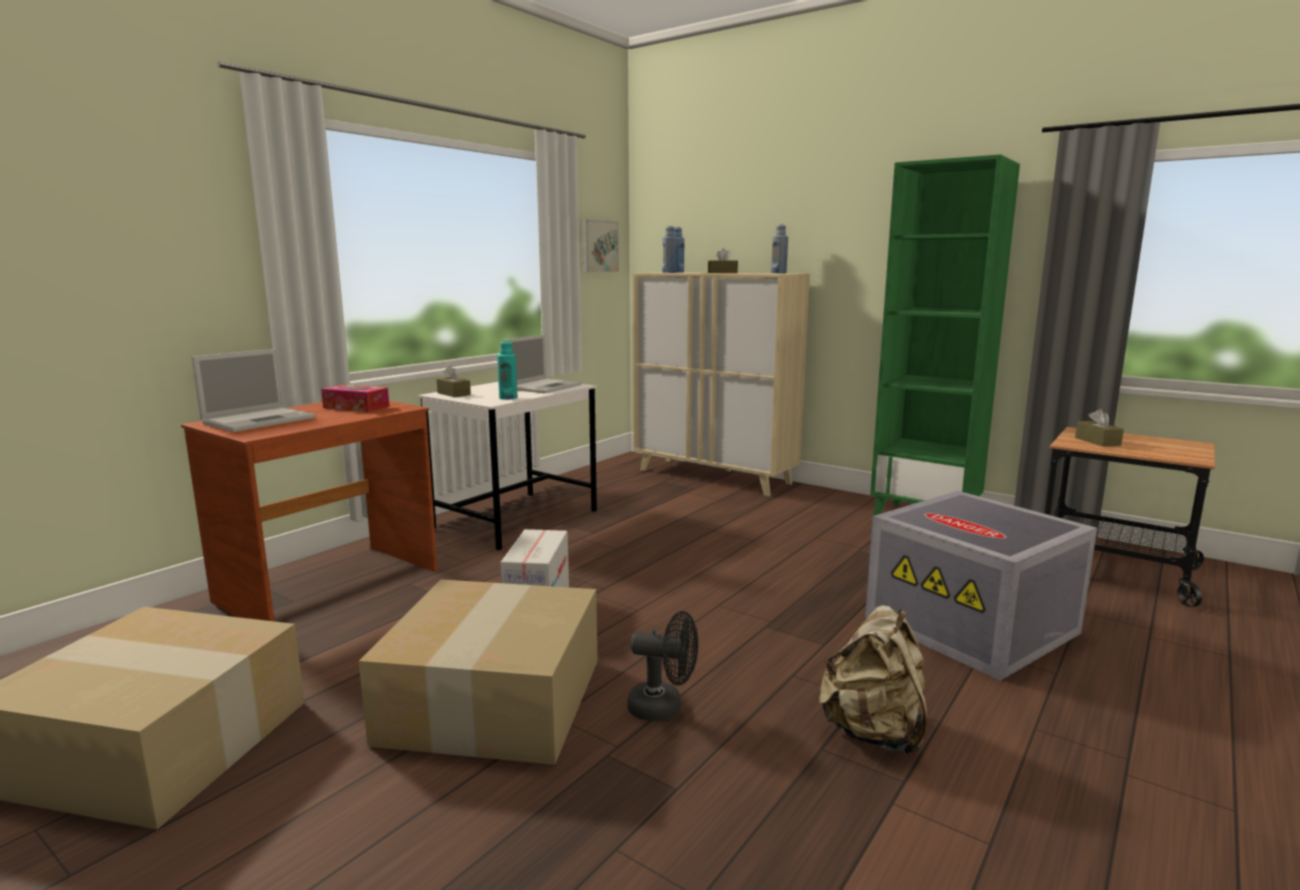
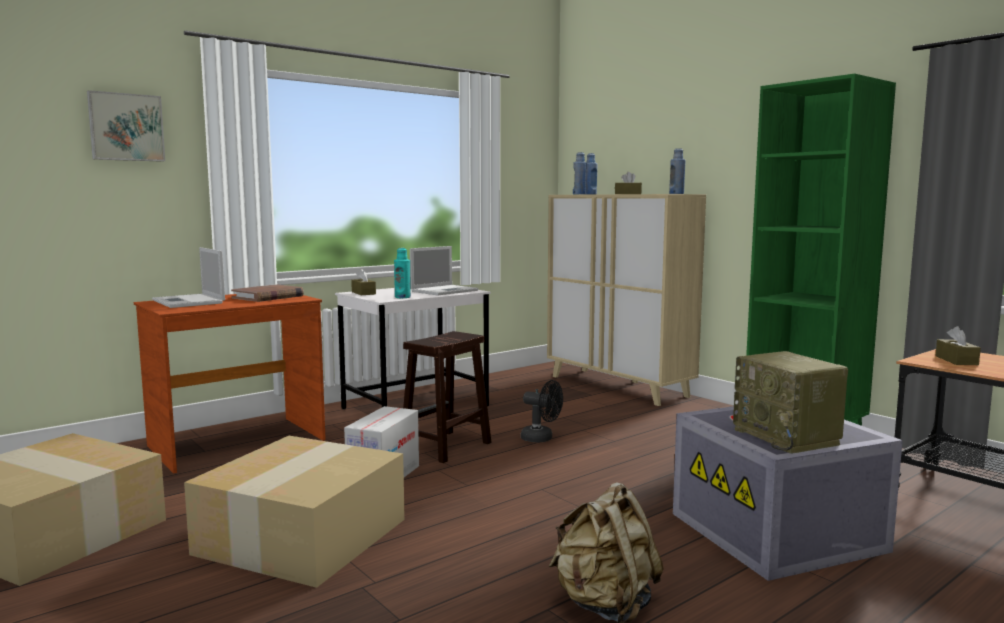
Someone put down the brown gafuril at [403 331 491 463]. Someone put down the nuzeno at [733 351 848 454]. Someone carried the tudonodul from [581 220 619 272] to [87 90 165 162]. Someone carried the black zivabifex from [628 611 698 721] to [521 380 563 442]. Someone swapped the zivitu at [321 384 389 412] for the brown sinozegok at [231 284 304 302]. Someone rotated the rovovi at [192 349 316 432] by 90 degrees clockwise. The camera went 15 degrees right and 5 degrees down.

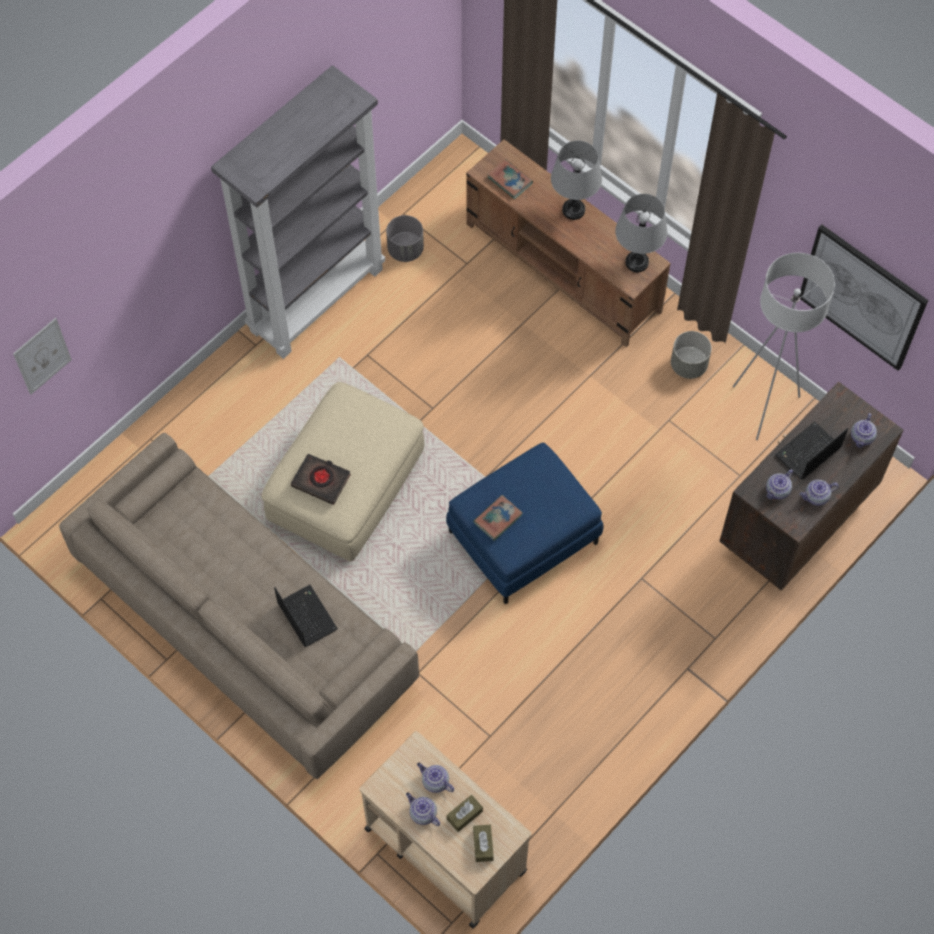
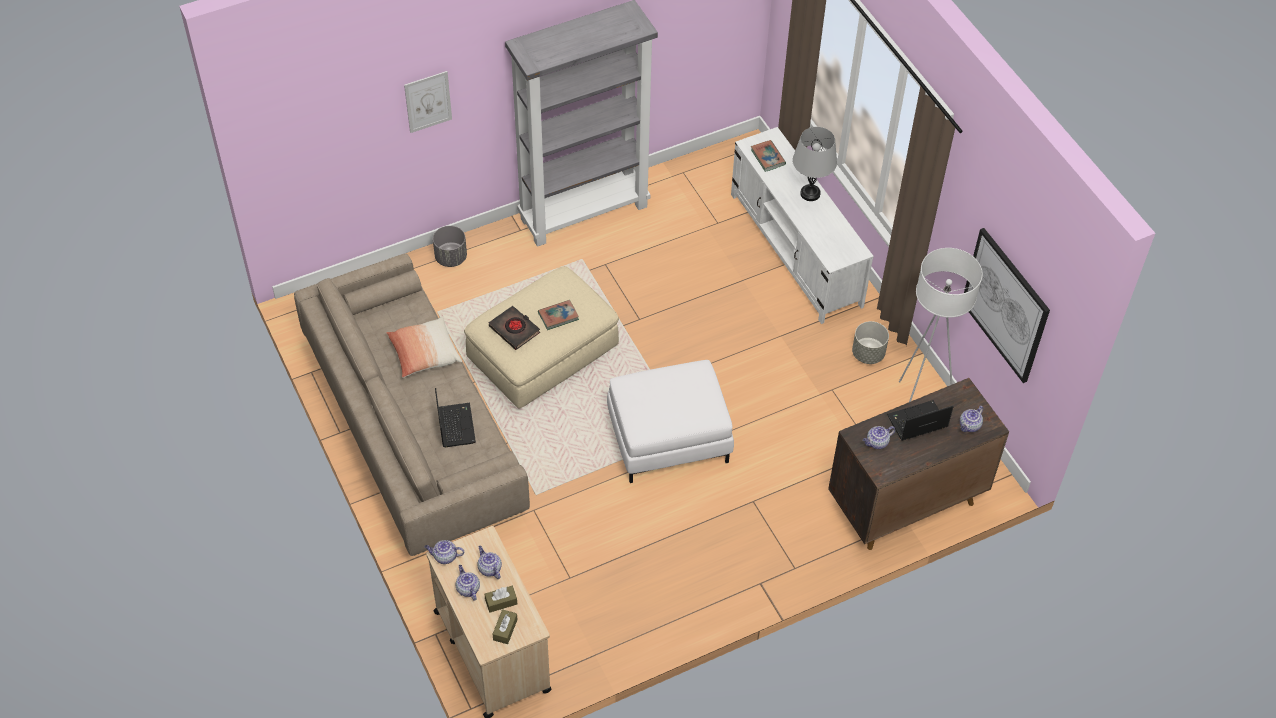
Someone took away the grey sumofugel at [615 194 668 272]. Someone put down the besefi at [386 317 462 378]. Someone carried the tudonodul from [13 318 72 395] to [404 71 452 133]. Someone carried the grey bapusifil from [386 215 424 262] to [433 226 467 267]. Someone carried the sinozegok from [473 495 523 541] to [538 300 579 330]. Someone carried the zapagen from [800 480 839 506] to [425 540 464 564]. Someone repainted the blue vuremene at [446 442 604 605], which became the white vuremene at [607 360 734 483]. Someone repainted the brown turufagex at [466 139 671 347], which became the white turufagex at [731 127 874 324]. The camera went 20 degrees right and 10 degrees down.

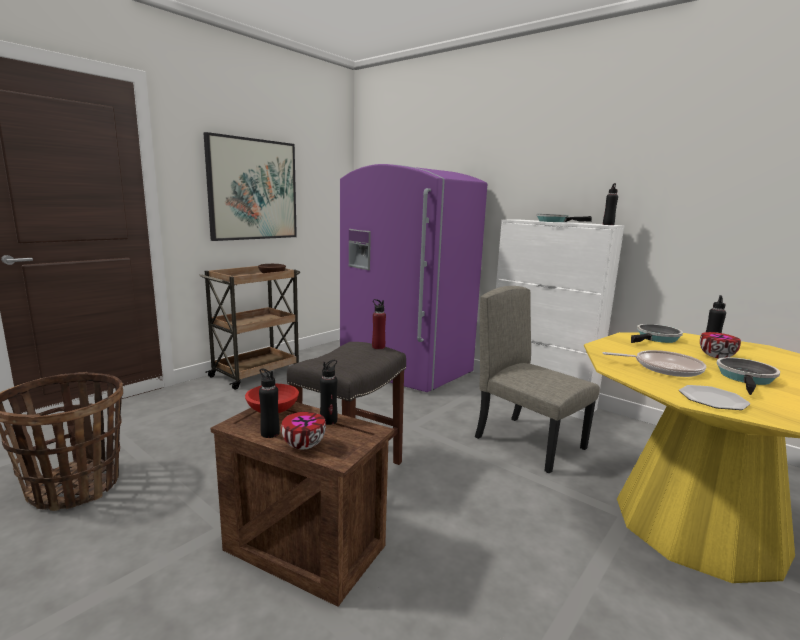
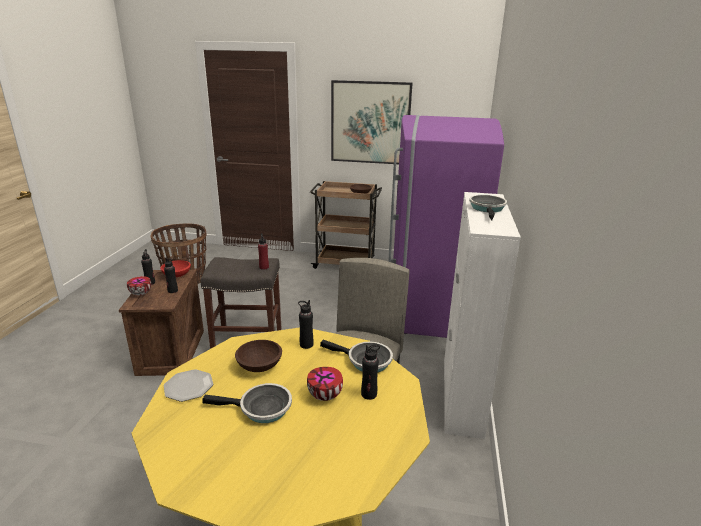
Someone carried the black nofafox from [603 183 618 225] to [298 300 314 349]. Someone swapped the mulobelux at [603 350 706 377] for the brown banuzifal at [235 340 282 372]. The camera went 60 degrees right and 10 degrees up.

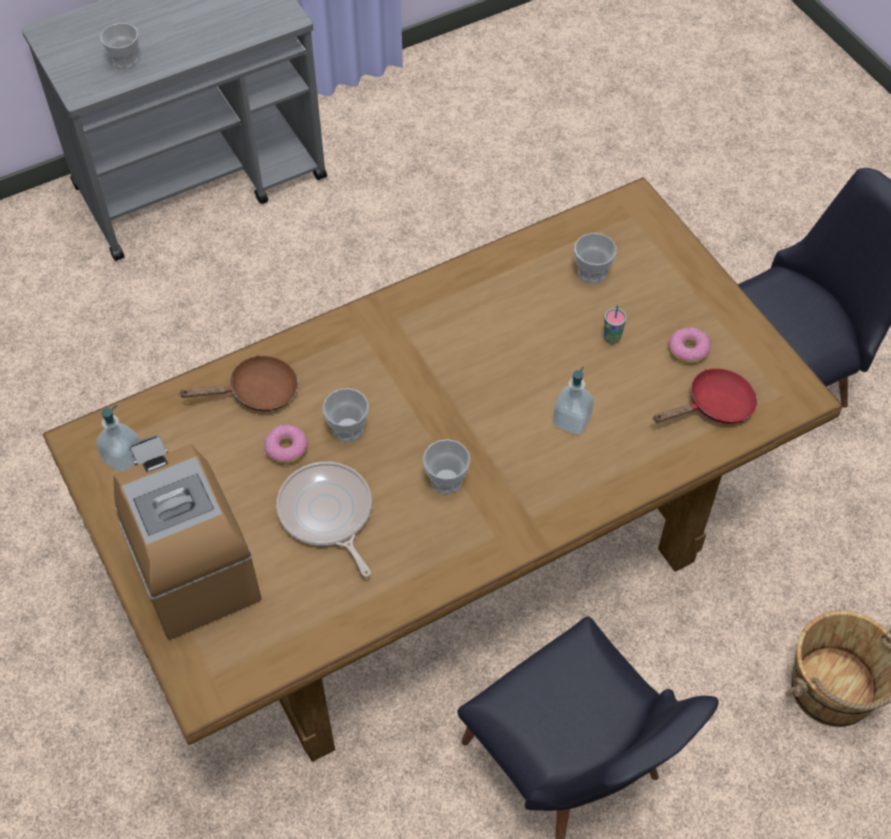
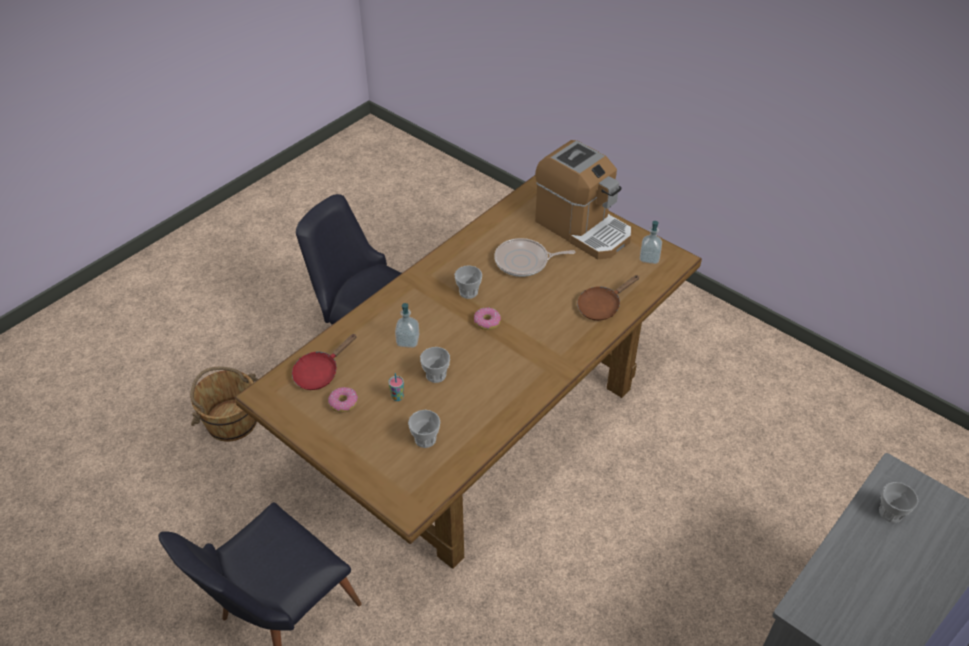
Someone carried the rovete from [264 424 308 465] to [474 307 501 330]. Someone carried the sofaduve from [323 388 369 442] to [420 347 450 383]. Someone rotated the mulobelux at [276 462 372 577] by 135 degrees clockwise. The camera went 160 degrees right and 10 degrees down.

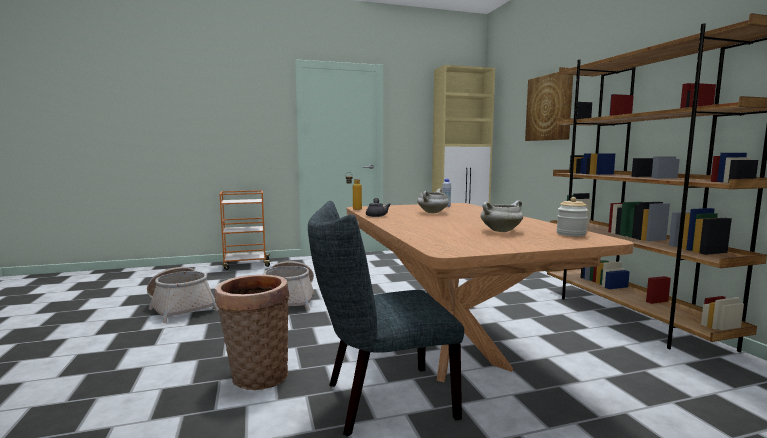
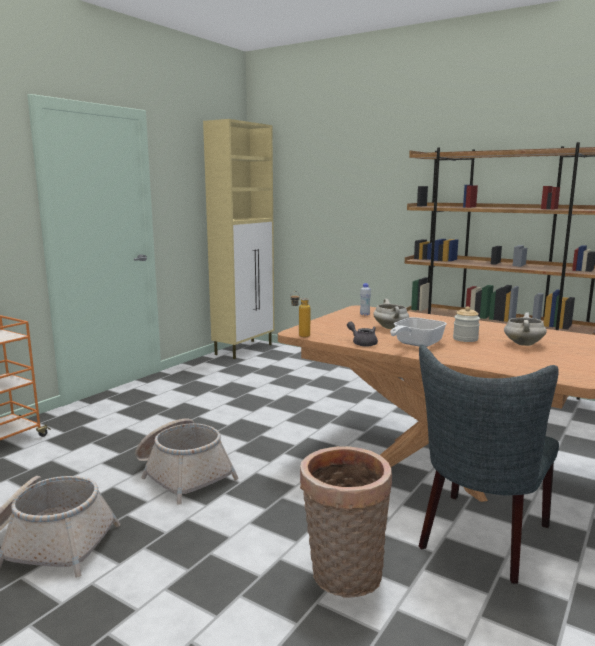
Someone took away the tudonodul at [525 72 573 141]. Someone put down the mulobelux at [390 317 447 347]. Someone carried the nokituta from [557 197 588 236] to [453 306 480 342]. The camera went 40 degrees left and 5 degrees up.

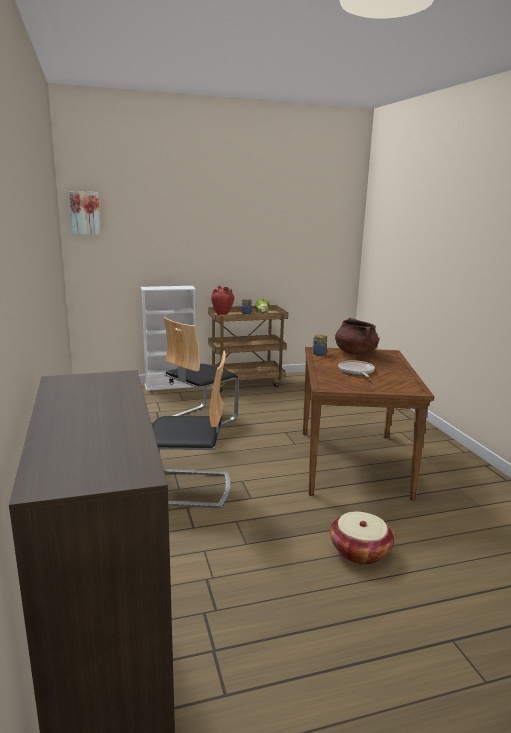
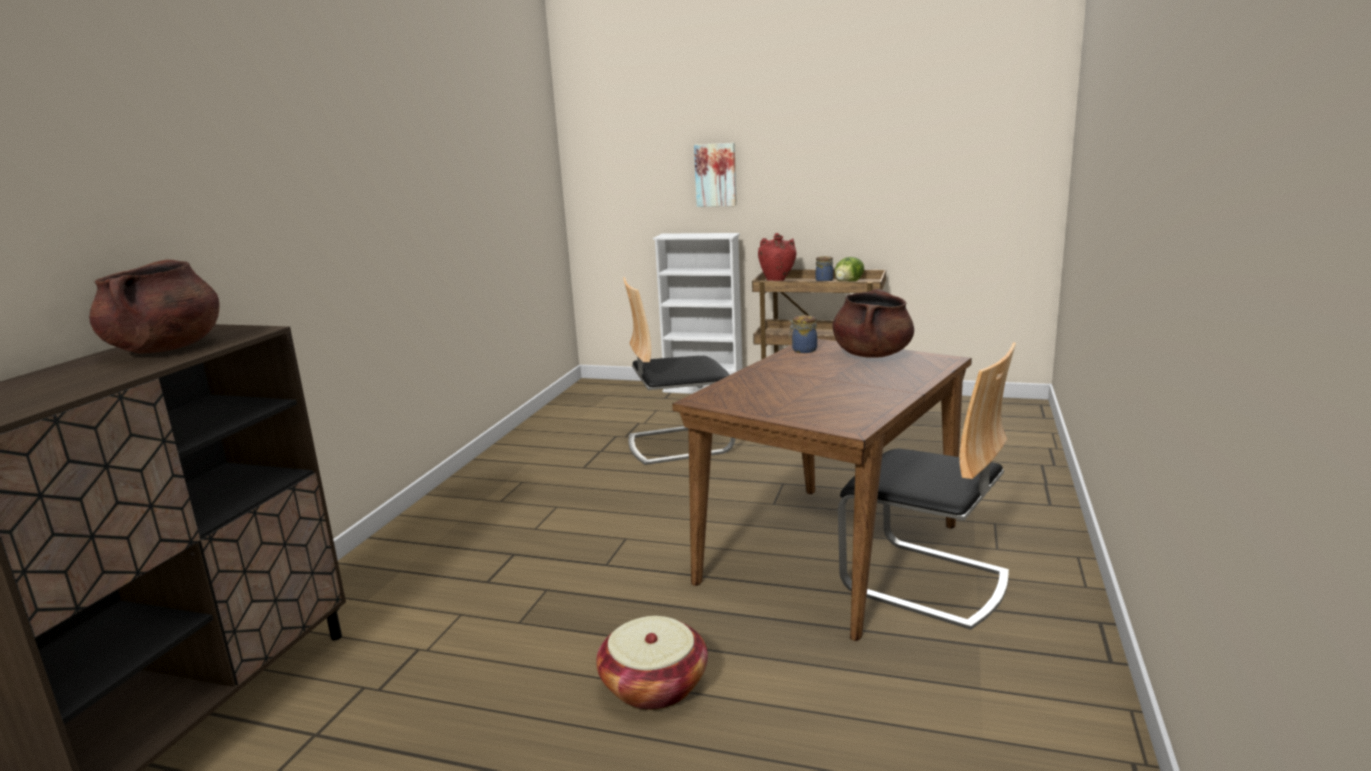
Someone took away the mulobelux at [339 360 375 377]. Someone put down the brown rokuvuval at [89 259 220 354]. Someone carried the tudonodul from [69 191 101 235] to [694 143 737 207]. Someone carried the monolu from [152 351 231 508] to [838 342 1016 630]. The camera went 35 degrees right and 0 degrees up.

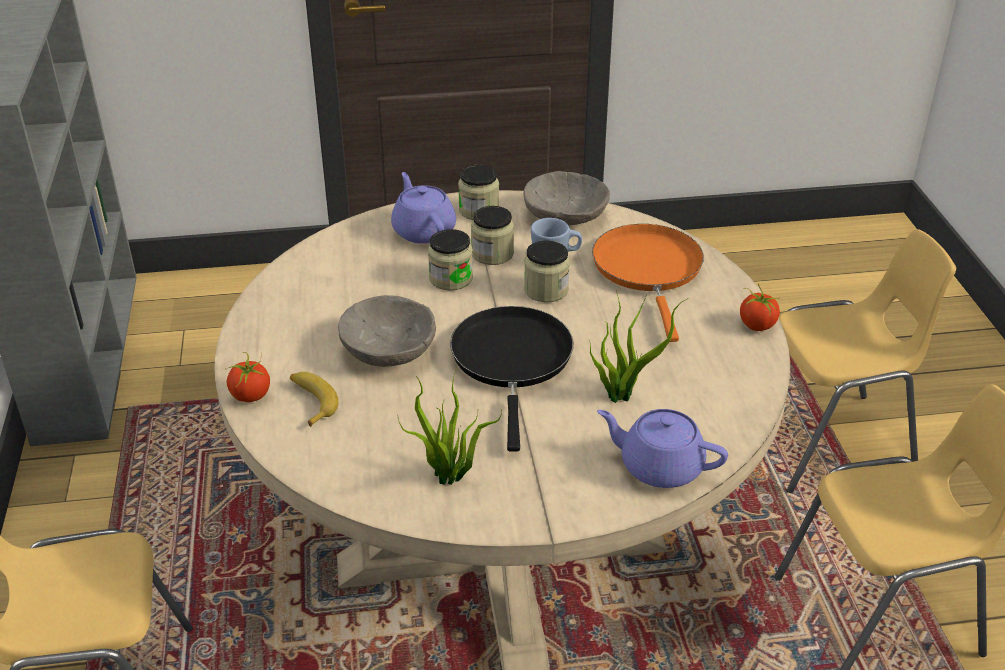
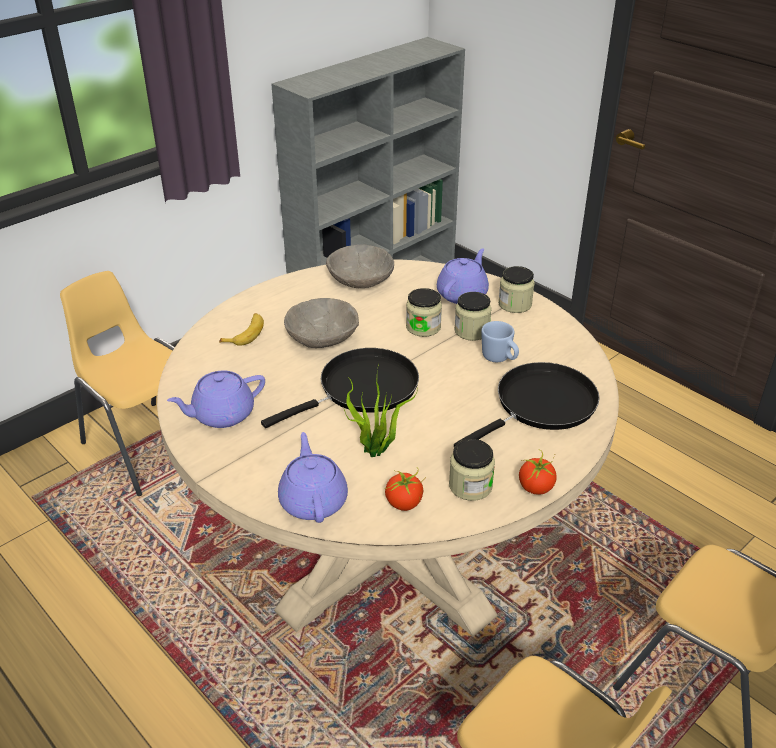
Someone carried the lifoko from [227 352 270 402] to [385 467 426 511]. Someone carried the grey banuzifal from [523 171 610 225] to [326 244 394 288]. Someone carried the nokituta from [524 241 570 302] to [449 439 495 501]. Someone swapped the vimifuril at [397 368 502 485] for the purple zapagen at [167 371 265 428]. Someone repainted the orange mulobelux at [592 224 704 342], which became the black mulobelux at [454 362 600 447]. The camera went 55 degrees right and 0 degrees up.

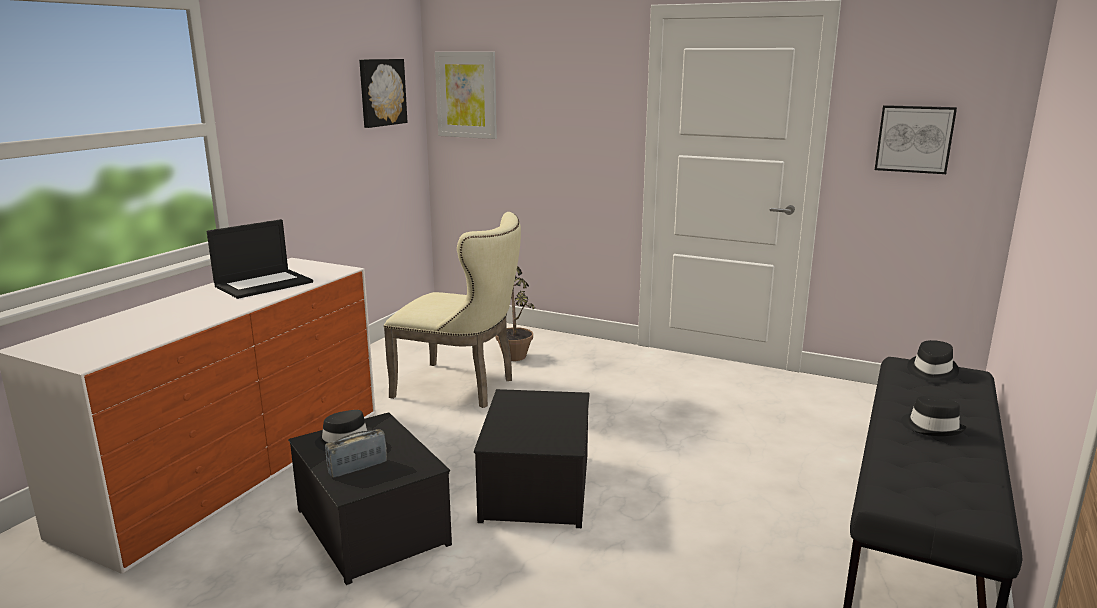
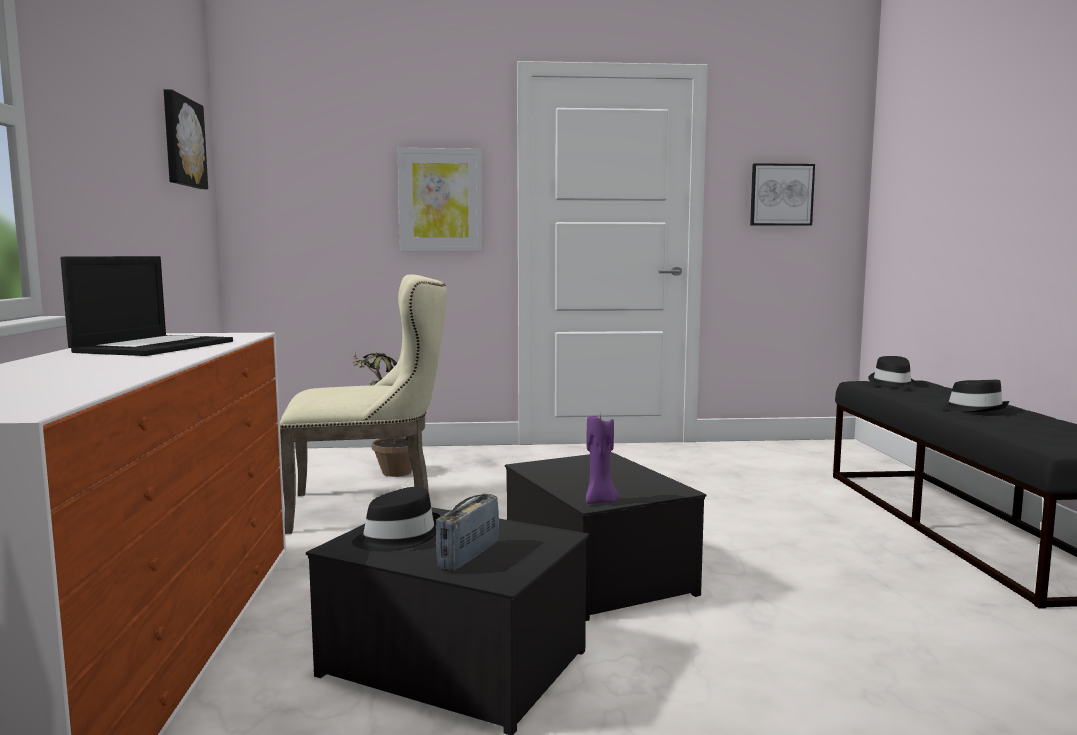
Someone put down the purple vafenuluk at [586 414 618 504]. Someone carried the tudonodul from [435 52 497 139] to [397 148 483 252]. The camera went 30 degrees left and 10 degrees down.

